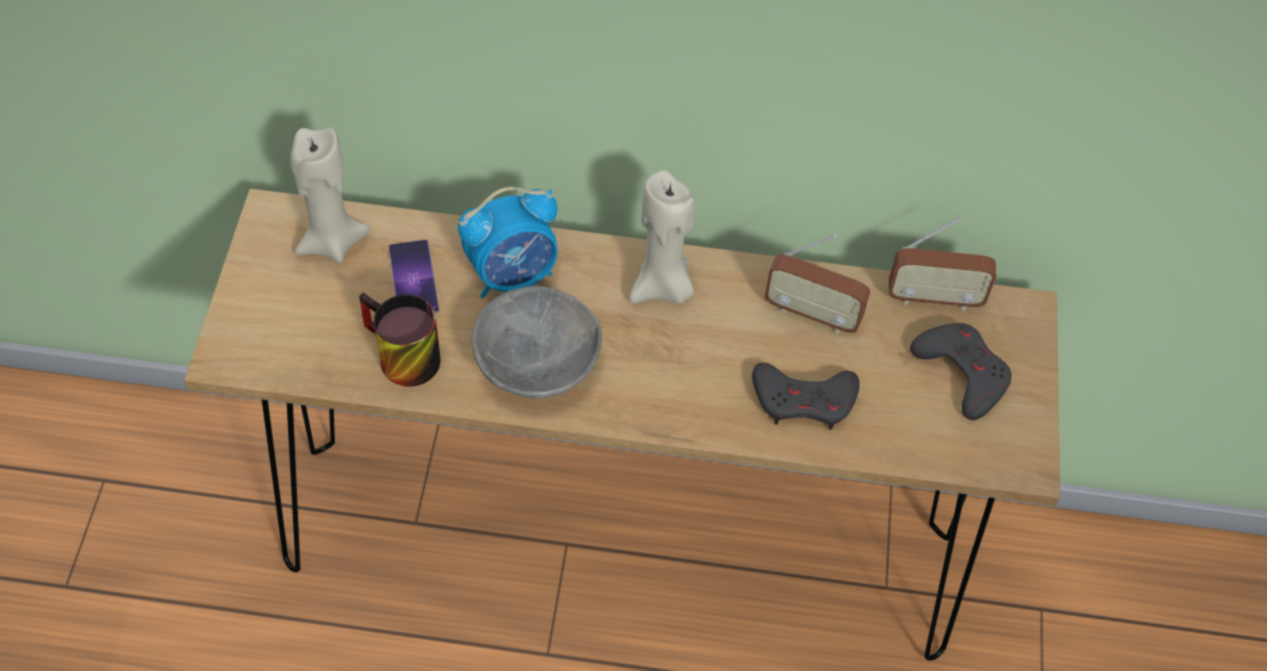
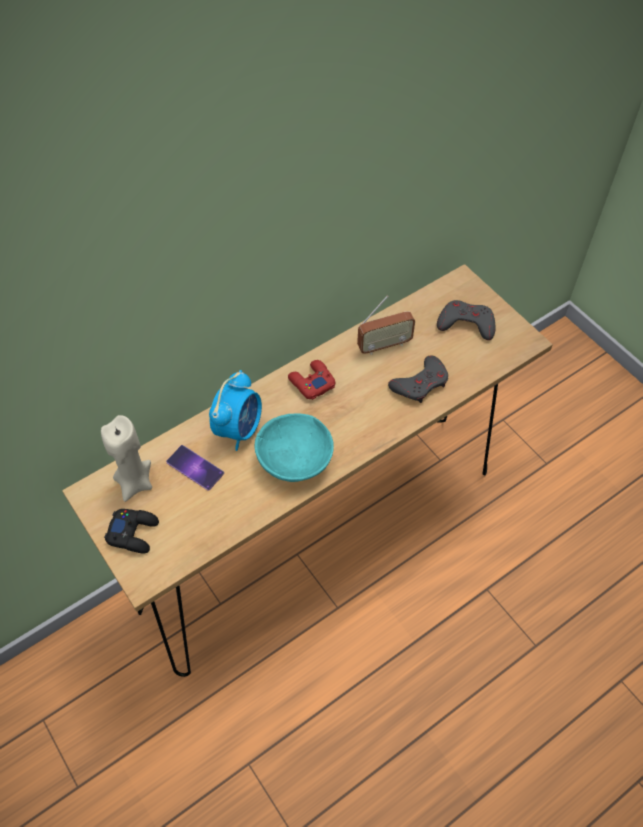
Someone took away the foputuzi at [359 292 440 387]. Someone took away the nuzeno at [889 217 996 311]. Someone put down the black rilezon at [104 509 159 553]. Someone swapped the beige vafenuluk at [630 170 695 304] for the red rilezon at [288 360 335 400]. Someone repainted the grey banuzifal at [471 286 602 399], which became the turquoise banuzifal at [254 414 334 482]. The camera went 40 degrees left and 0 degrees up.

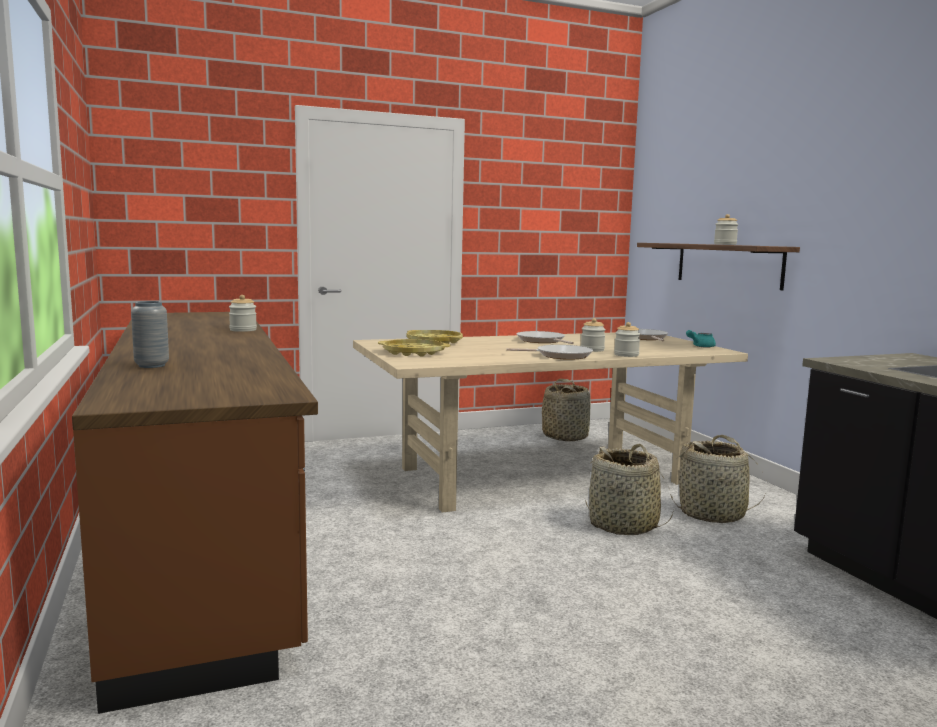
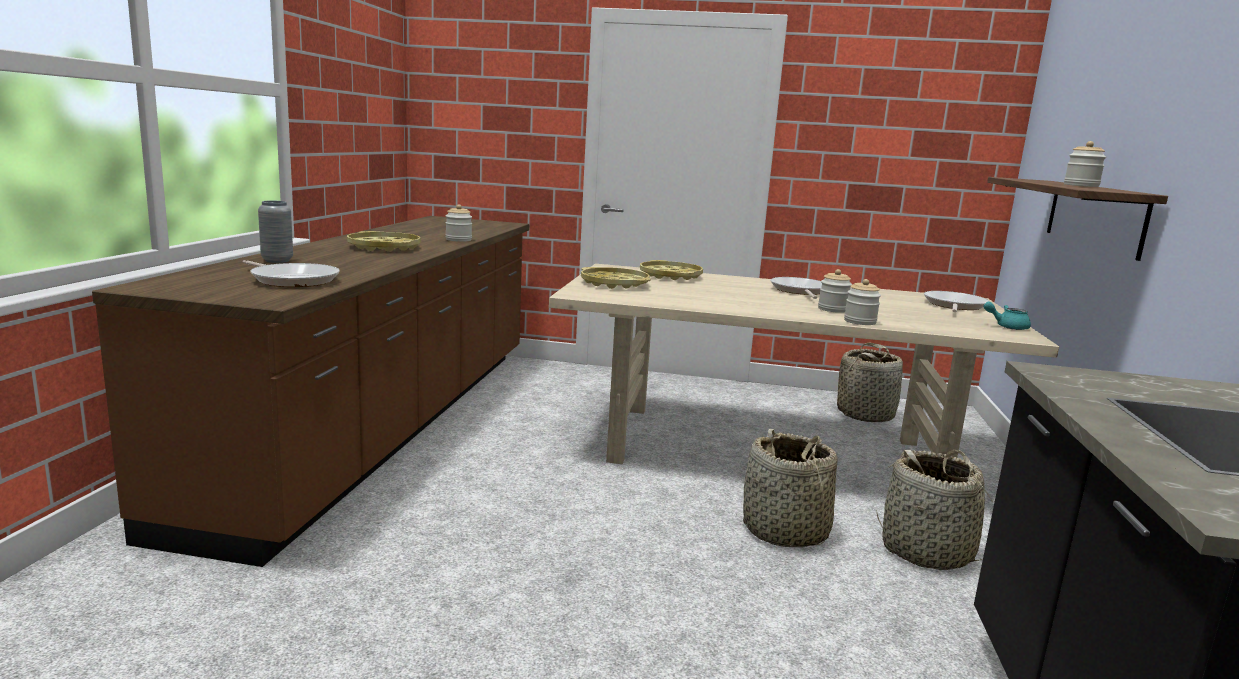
Someone put down the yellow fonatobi at [347 231 421 252]. Someone carried the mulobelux from [507 345 593 360] to [243 260 340 287]. The camera went 30 degrees right and 5 degrees up.

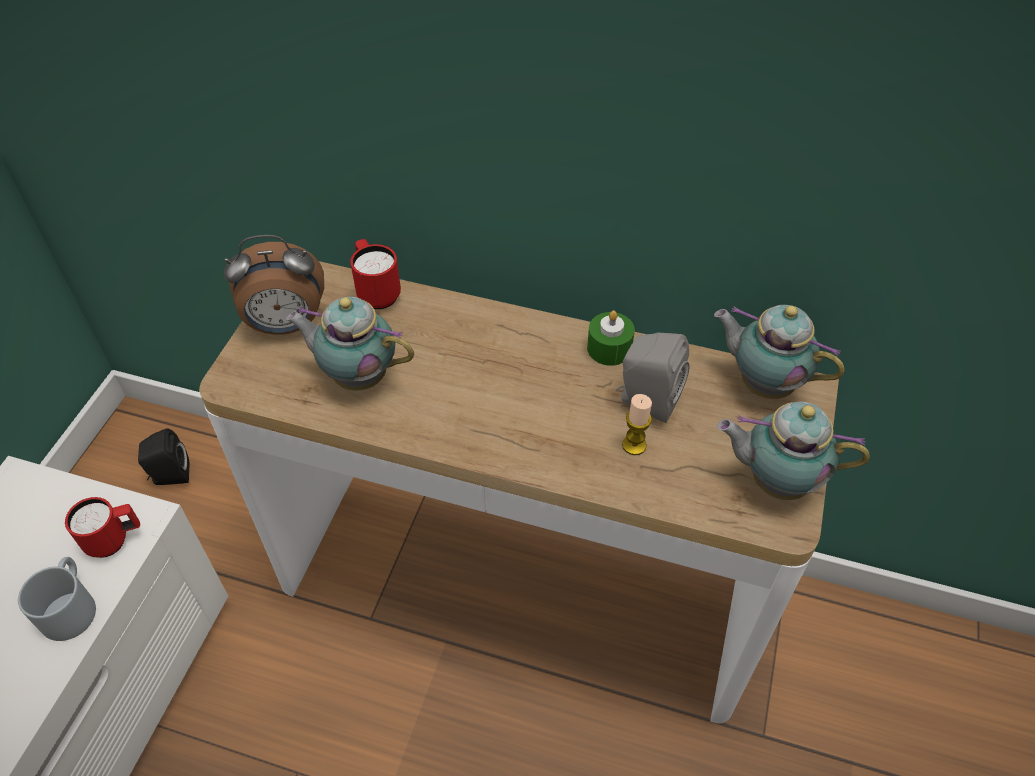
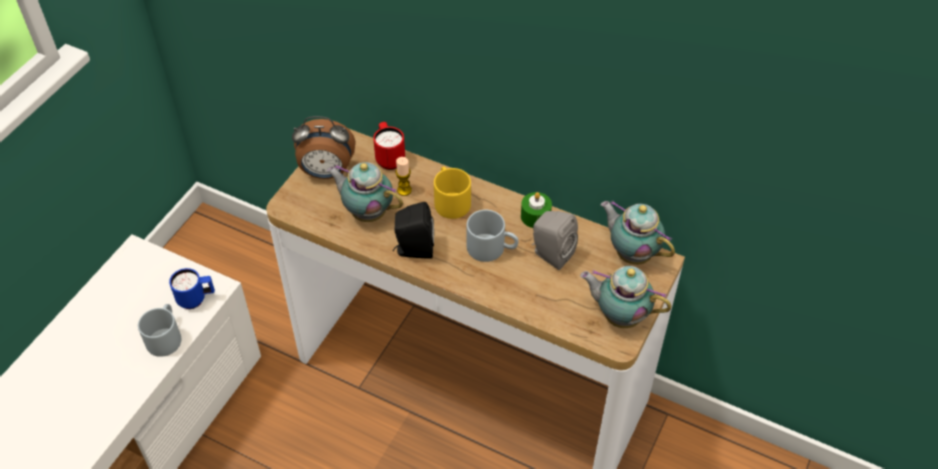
Someone put down the yellow foputuzi at [434 167 471 219]. Someone put down the grey foputuzi at [466 210 519 262]. Someone carried the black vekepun from [138 428 189 485] to [393 202 434 259]. Someone carried the vafenuluk from [622 394 652 455] to [395 157 412 196]. Someone repainted the red foputuzi at [65 497 140 558], which became the blue foputuzi at [169 268 215 309]. The camera went 10 degrees right and 0 degrees up.

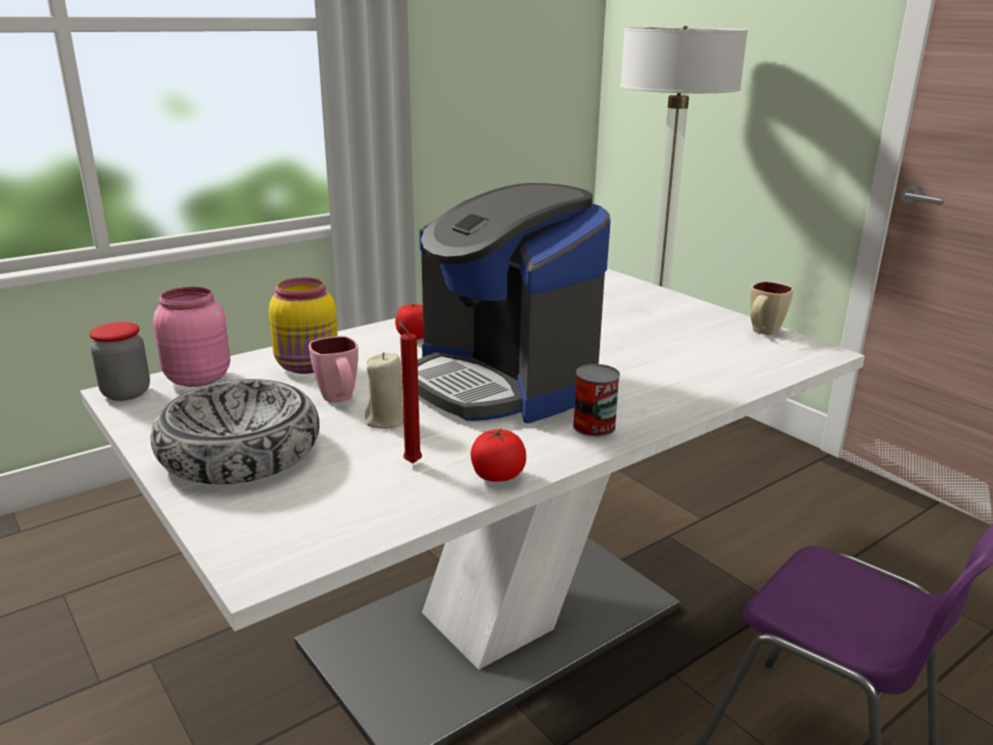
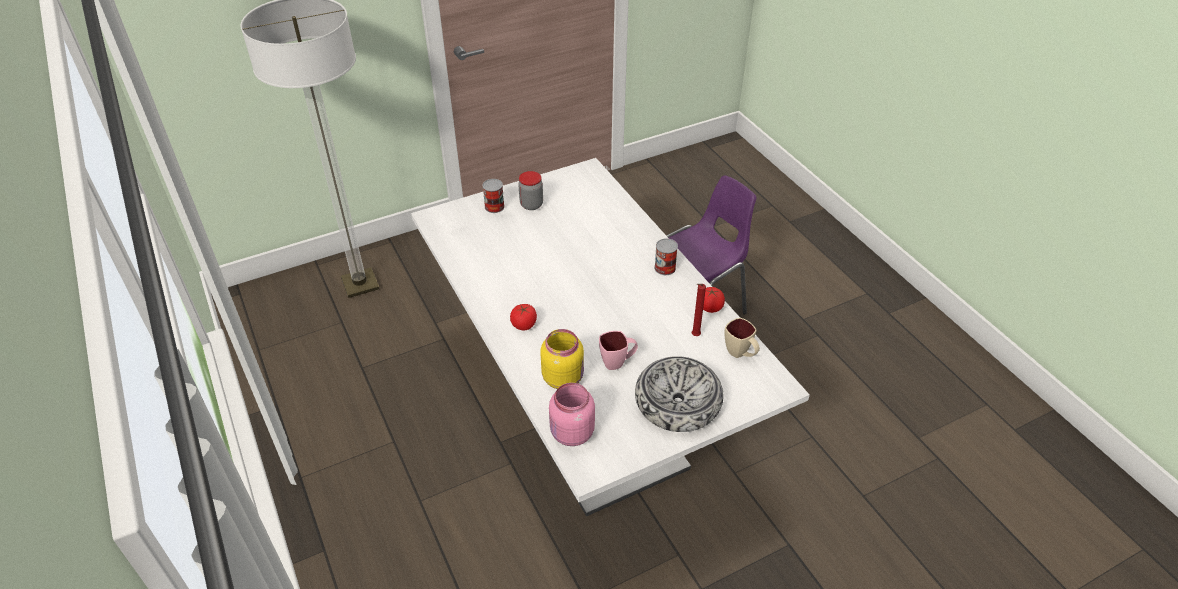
Someone took away the beige vafenuluk at [365 352 404 429]. Someone took away the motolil at [417 183 611 423]. Someone put down the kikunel at [482 179 505 213]. Someone carried the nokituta from [89 322 150 401] to [518 171 543 210]. Someone carried the beige foputuzi from [750 281 794 335] to [724 318 760 358]. The camera went 80 degrees left and 20 degrees up.

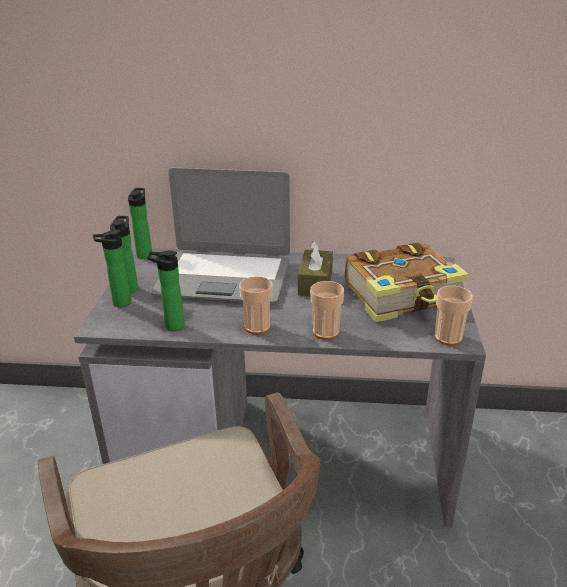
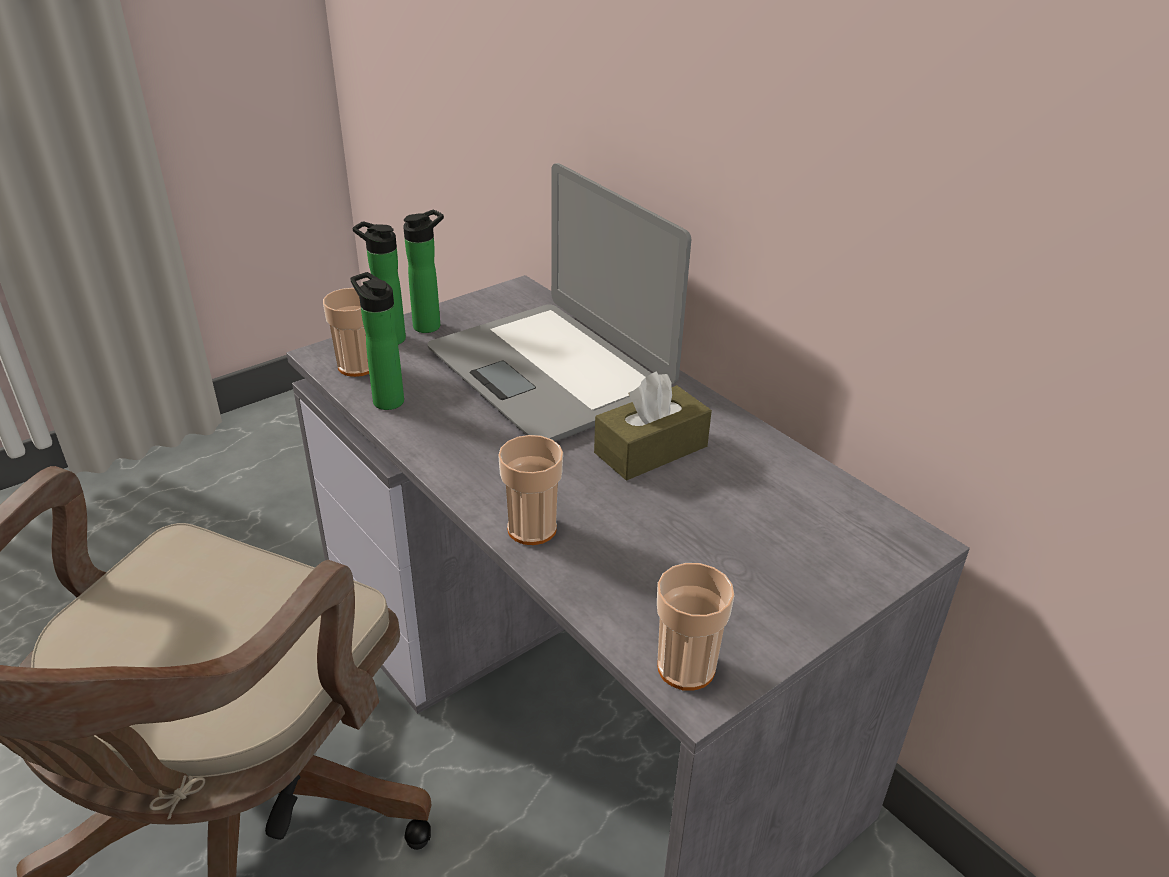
Someone took away the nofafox at [128 188 152 259]. Someone took away the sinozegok at [345 242 469 322]. Someone carried the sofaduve from [239 276 273 334] to [323 288 369 377]. The camera went 45 degrees right and 5 degrees up.

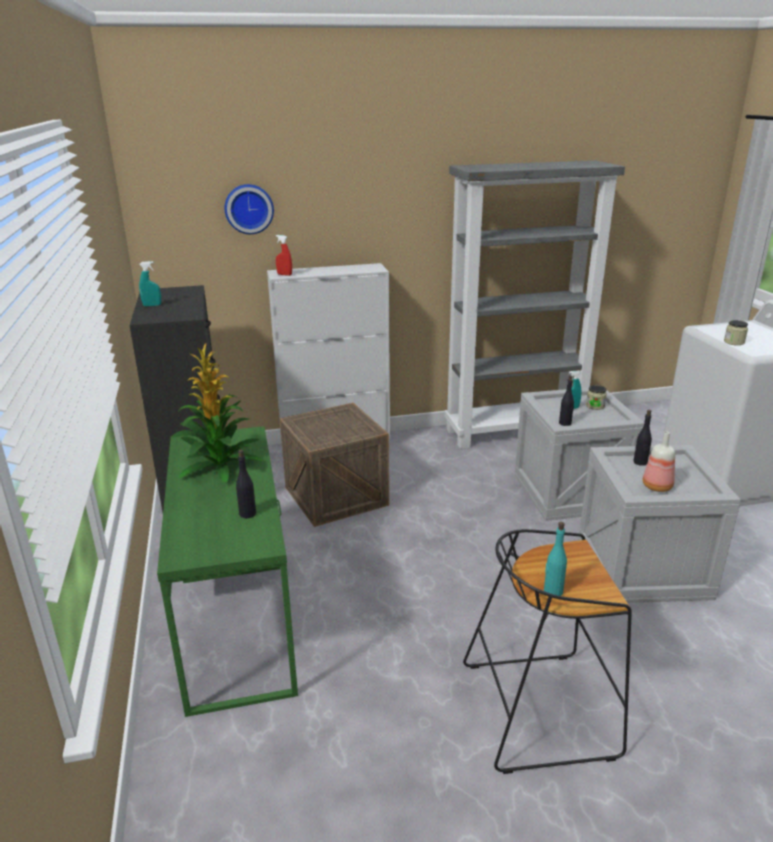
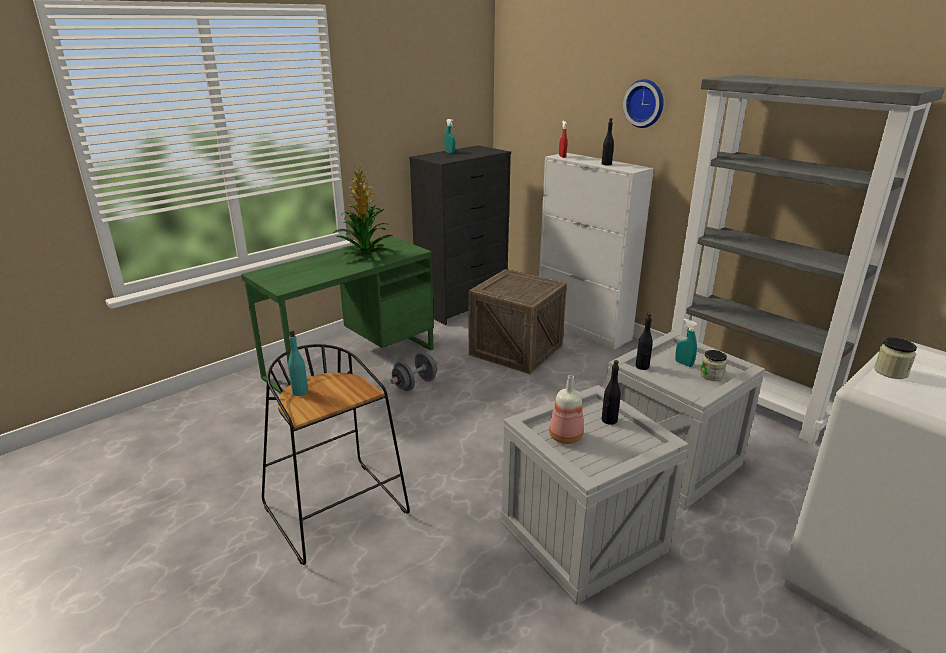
Someone put down the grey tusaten at [390 352 438 391]. Someone carried the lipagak from [225 184 274 234] to [623 79 664 128]. Someone carried the black nofafox from [236 450 256 518] to [602 118 614 165]. The camera went 60 degrees right and 0 degrees up.

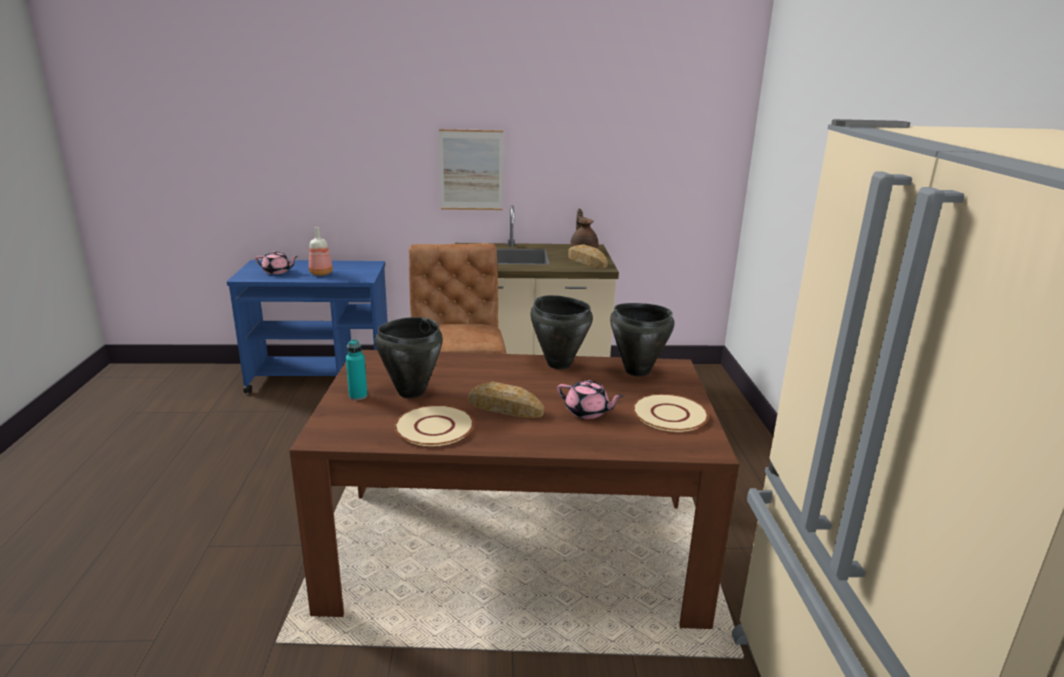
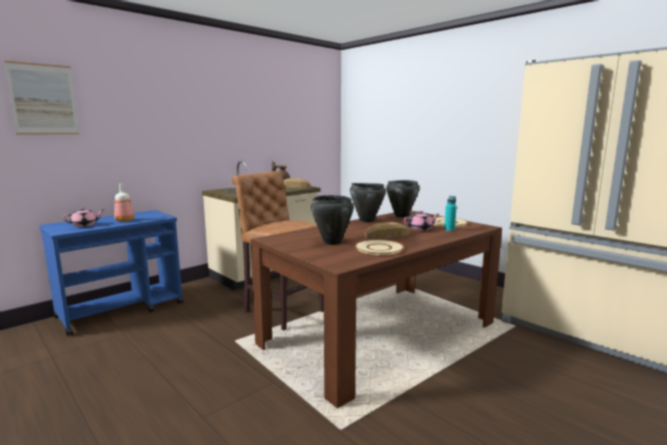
Someone carried the turquoise nofafox from [346 339 367 400] to [444 196 457 231]. Someone carried the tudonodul from [439 129 503 210] to [4 61 79 135]. The camera went 40 degrees left and 10 degrees down.

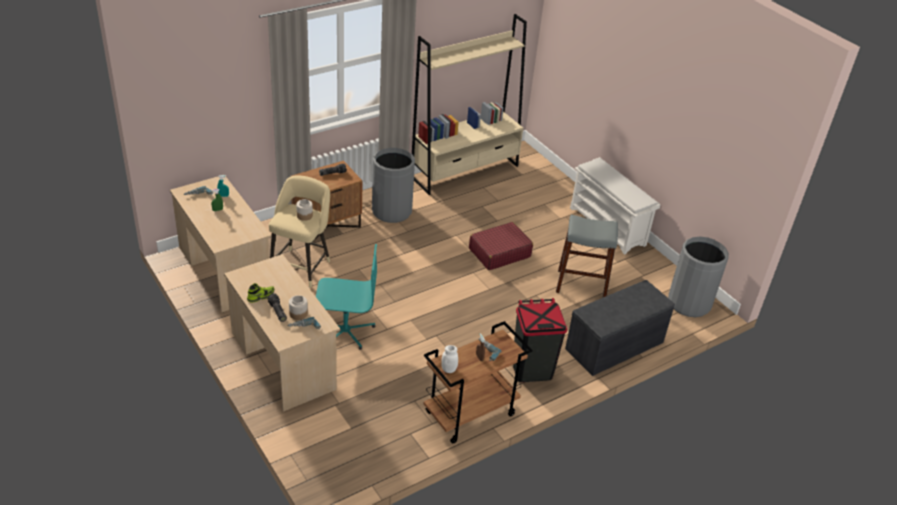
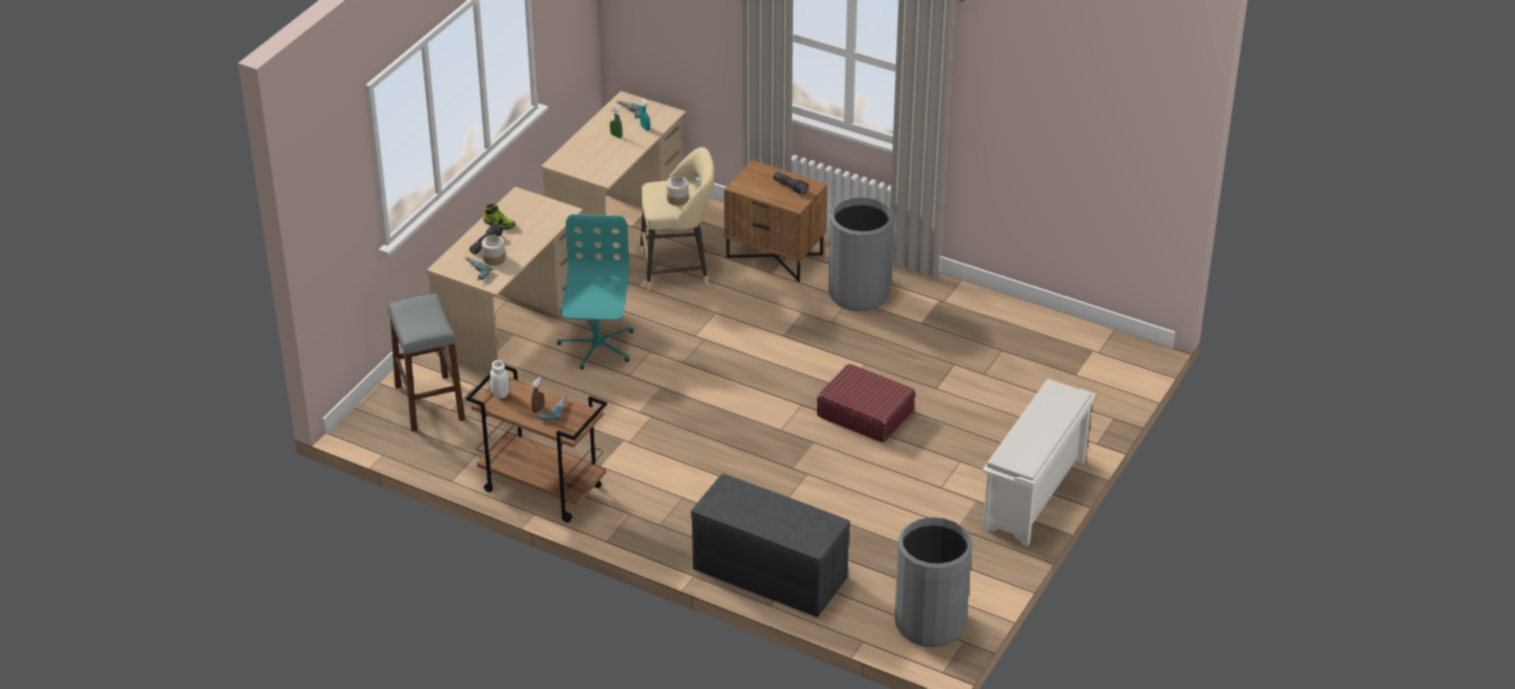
Someone took away the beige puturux at [412 14 527 195]. Someone took away the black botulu at [513 298 567 382]. Someone carried the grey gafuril from [556 215 618 297] to [388 294 465 432]. Someone rotated the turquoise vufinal at [316 244 377 350] by 150 degrees counterclockwise. The camera went 65 degrees right and 0 degrees up.

